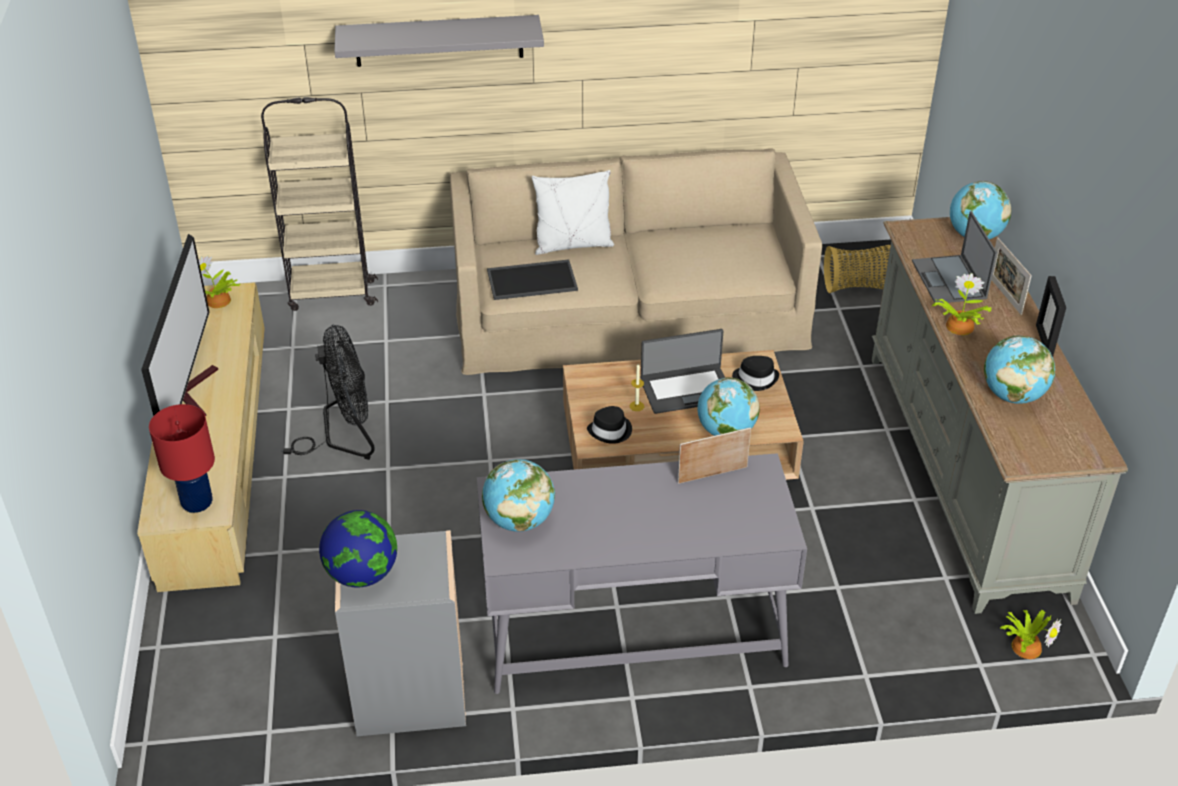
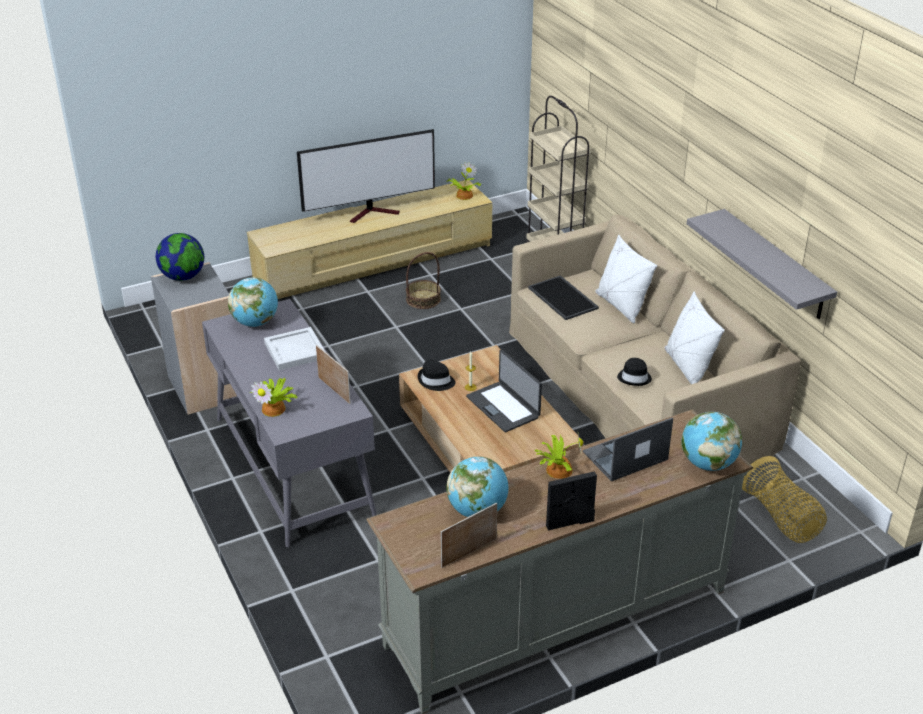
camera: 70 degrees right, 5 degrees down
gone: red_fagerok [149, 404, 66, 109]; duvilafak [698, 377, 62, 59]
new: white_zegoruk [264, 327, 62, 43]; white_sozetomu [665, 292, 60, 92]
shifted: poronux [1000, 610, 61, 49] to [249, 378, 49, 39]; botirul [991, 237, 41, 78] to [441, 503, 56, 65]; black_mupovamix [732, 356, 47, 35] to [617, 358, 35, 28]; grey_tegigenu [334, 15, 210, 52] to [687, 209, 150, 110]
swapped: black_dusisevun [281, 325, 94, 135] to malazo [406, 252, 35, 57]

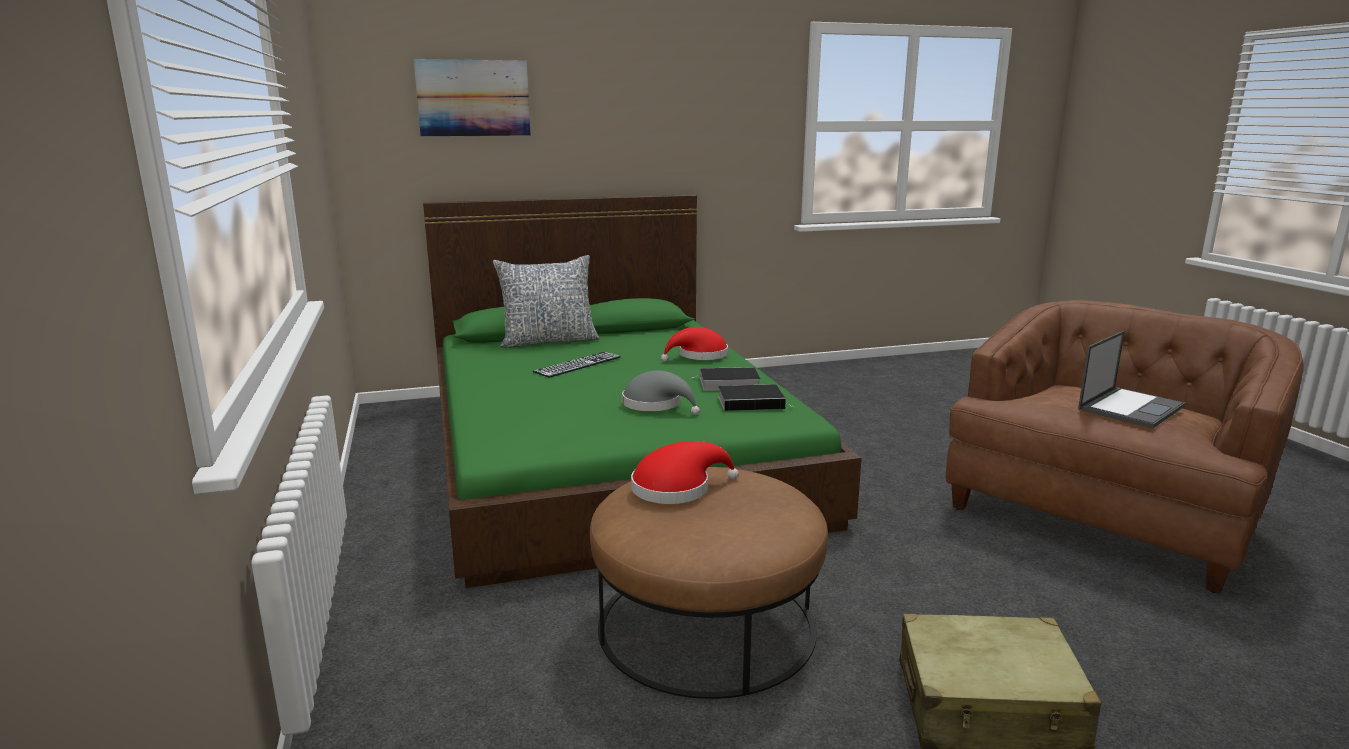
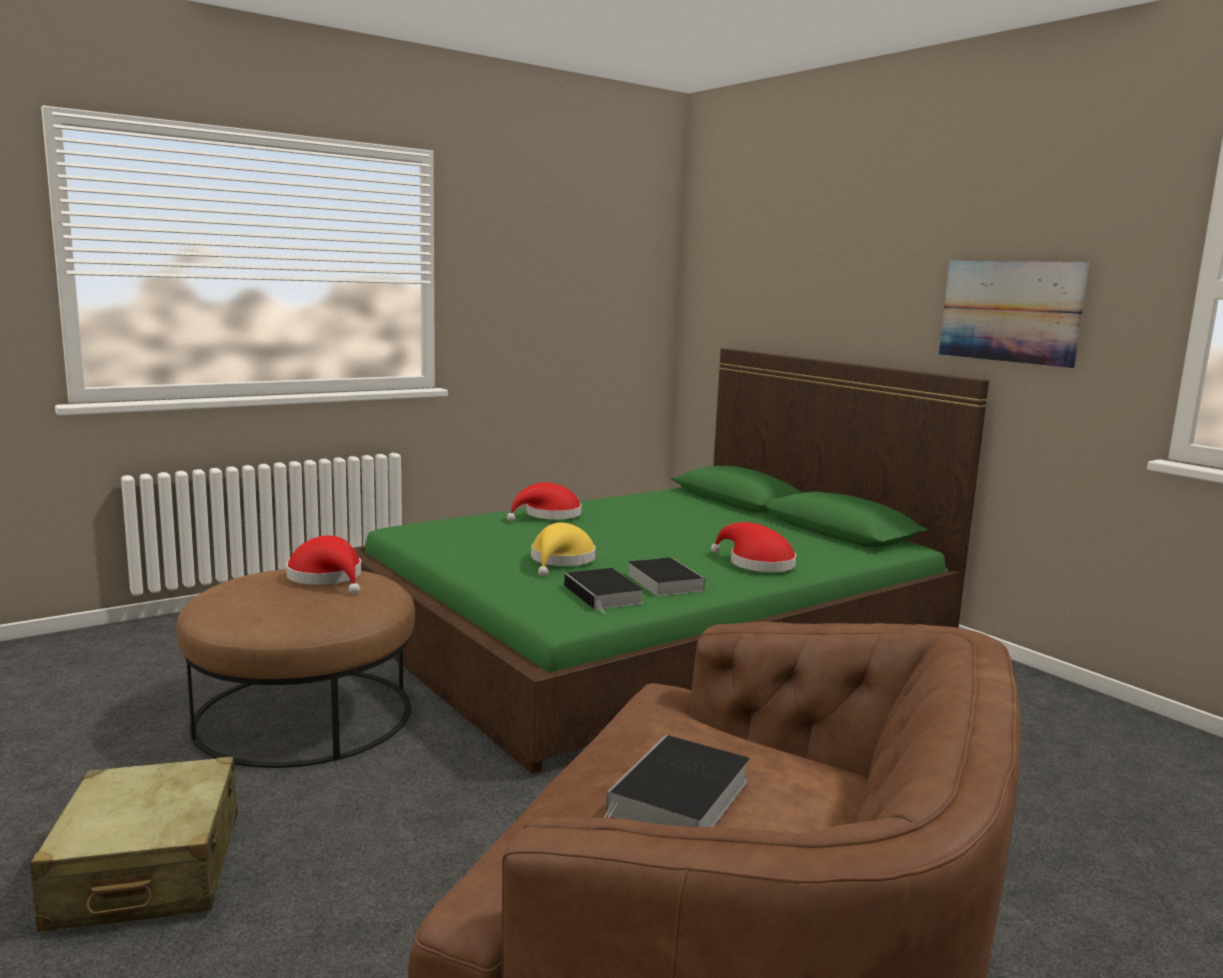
camera: 70 degrees right, 5 degrees down
gone: sozetomu [493, 255, 106, 93]; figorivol [533, 352, 88, 26]
new: red_mupovamix [507, 482, 74, 39]
shifted: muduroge [414, 59, 117, 78] to [939, 261, 150, 107]
swapped: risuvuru [1078, 331, 108, 97] to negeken [604, 735, 145, 93]
repainted: grey_mupovamix [622, 370, 78, 45] to yellow_mupovamix [531, 523, 65, 53]

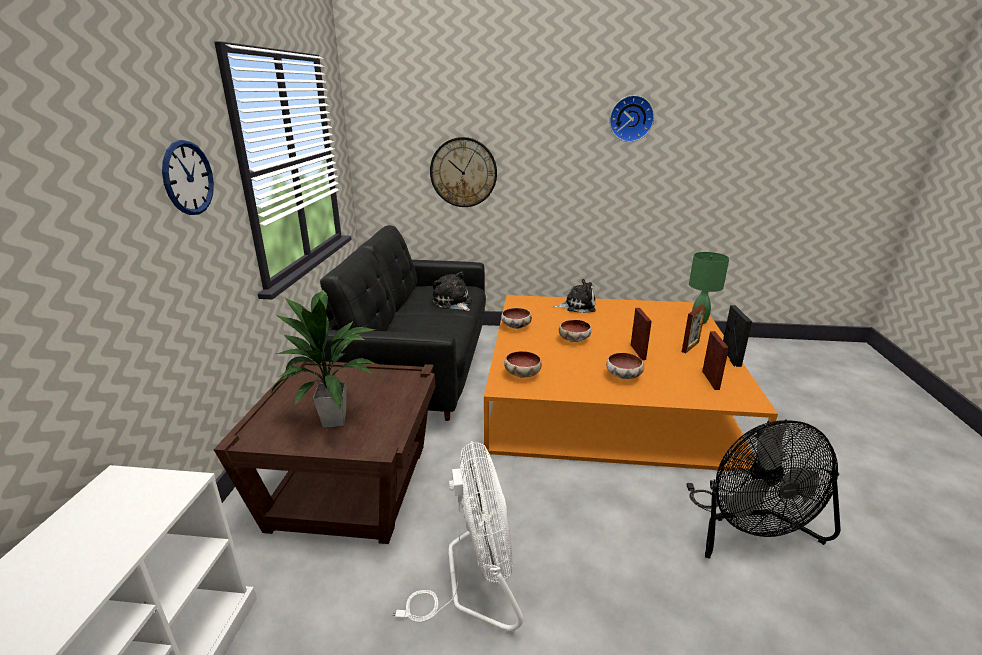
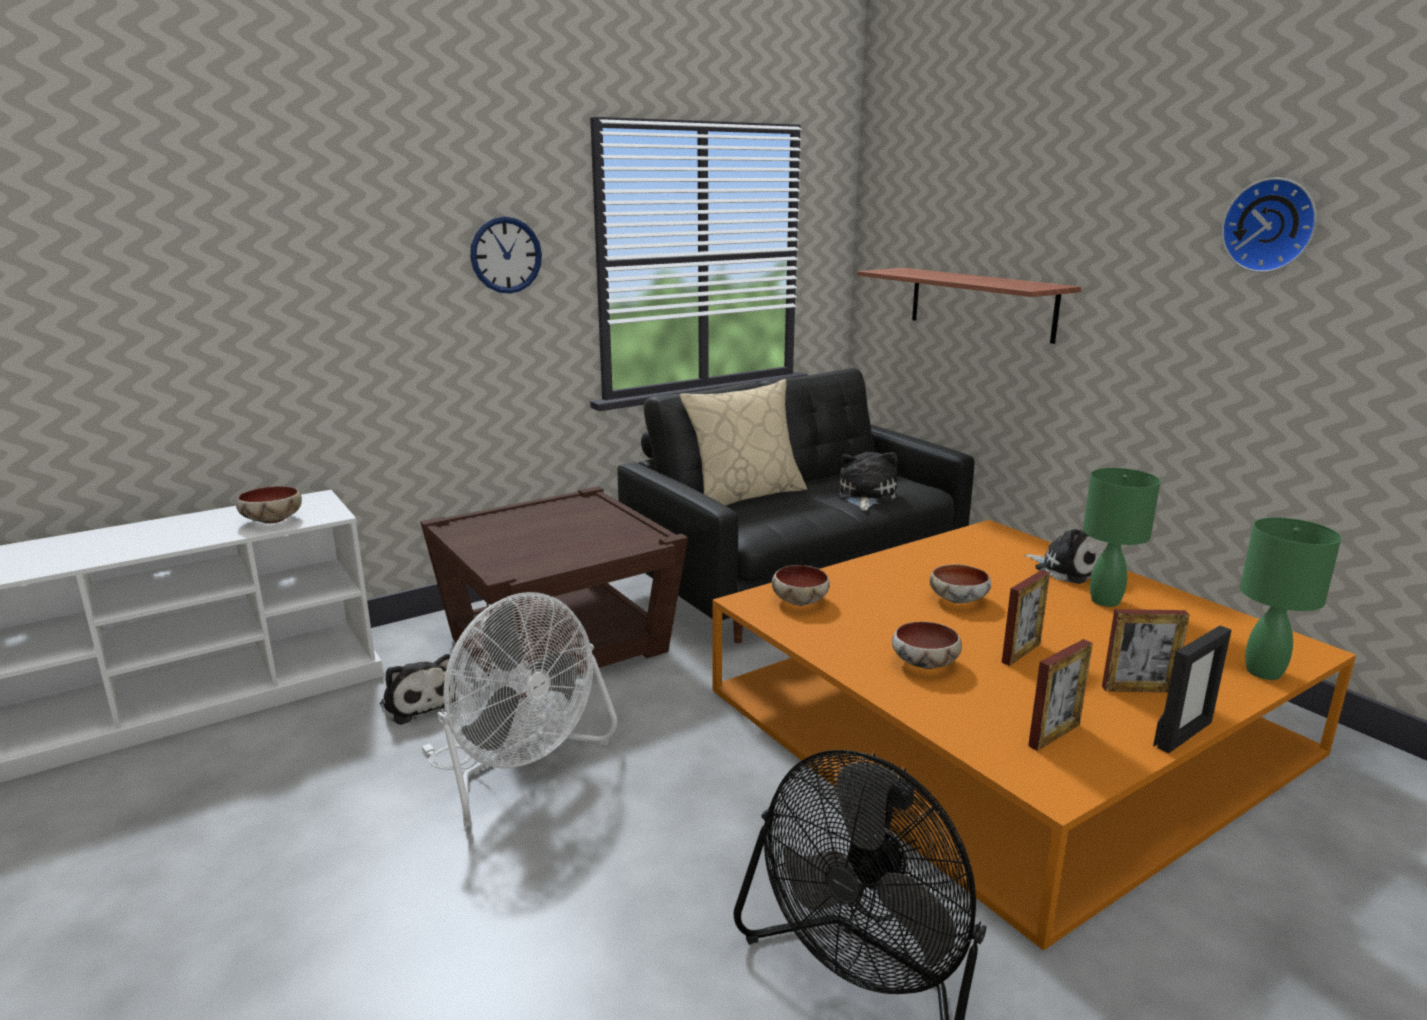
camera: 50 degrees right, 5 degrees down
gone: poronux [271, 290, 105, 137]
new: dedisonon [380, 654, 78, 71]; beige_sozetomu [680, 379, 127, 127]; green_fagerok [1083, 468, 77, 139]
shifted: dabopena [501, 308, 31, 21] to [236, 486, 66, 38]
swapped: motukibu [430, 137, 67, 70] to tegigenu [857, 268, 224, 76]

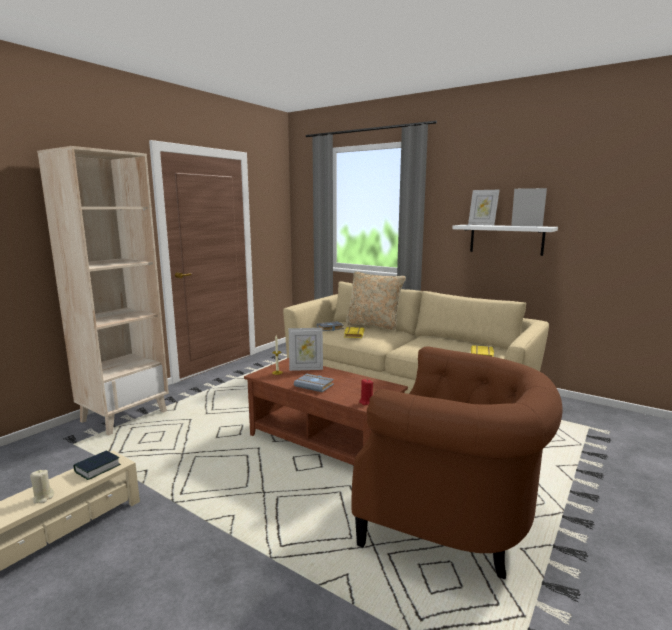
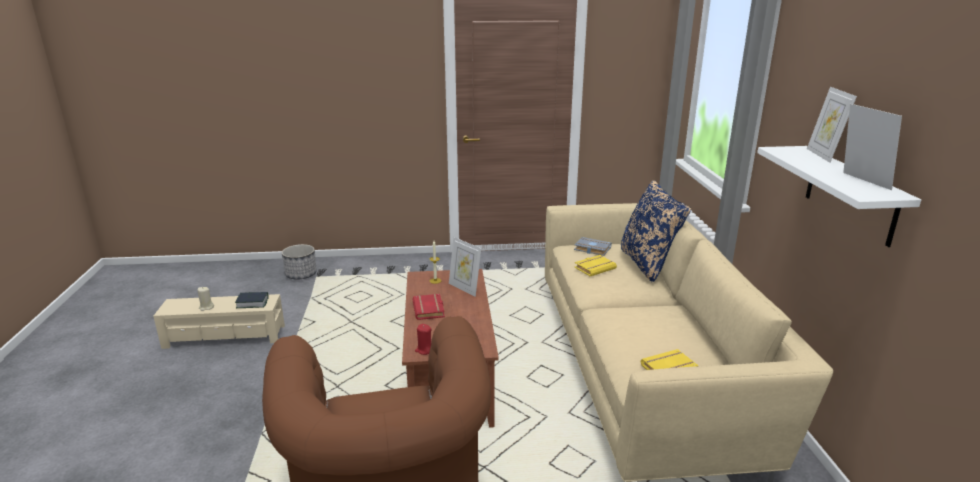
camera: 50 degrees right, 10 degrees up
gone: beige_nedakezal [37, 146, 132, 290]
new: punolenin [282, 244, 35, 36]
repainted: grey_negeken [294, 374, 40, 18] to red_negeken [412, 294, 33, 26]; beige_sozetomu [346, 271, 60, 59] to blue_sozetomu [621, 181, 70, 101]

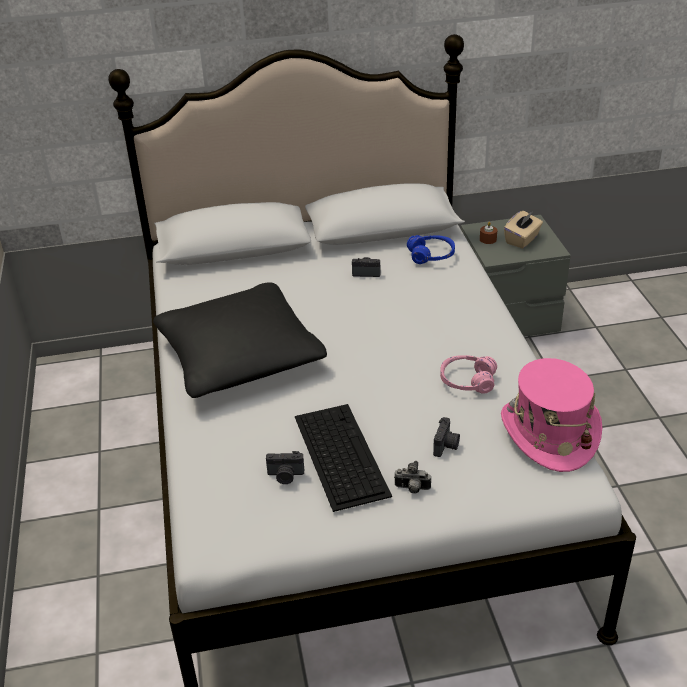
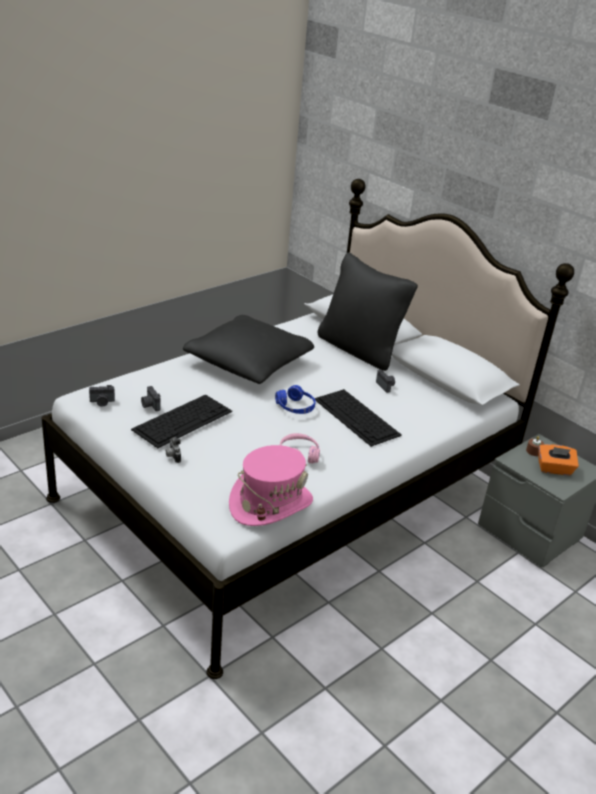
camera: 55 degrees right, 5 degrees down
new: figorivol [315, 389, 87, 58]; black_sozetomu [318, 253, 100, 118]
shifted: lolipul [433, 417, 27, 40] to [89, 385, 26, 22]; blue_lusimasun [407, 235, 48, 29] to [275, 385, 41, 29]
repainted: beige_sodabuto [504, 211, 39, 38] to orange_sodabuto [539, 444, 40, 32]

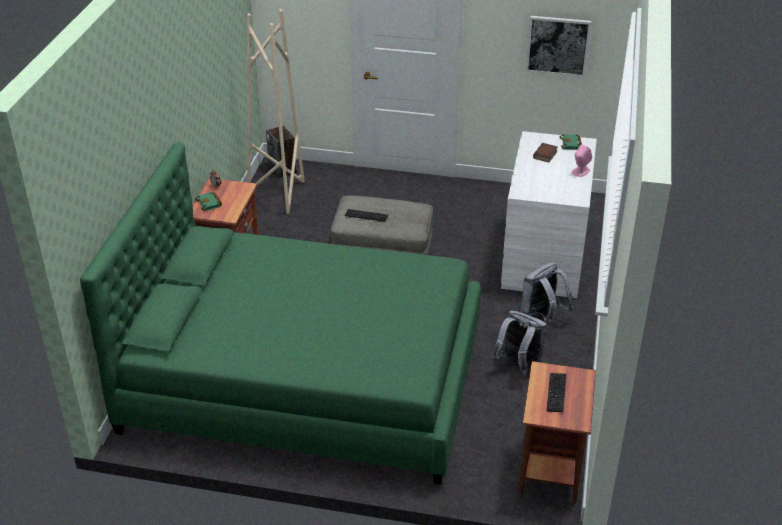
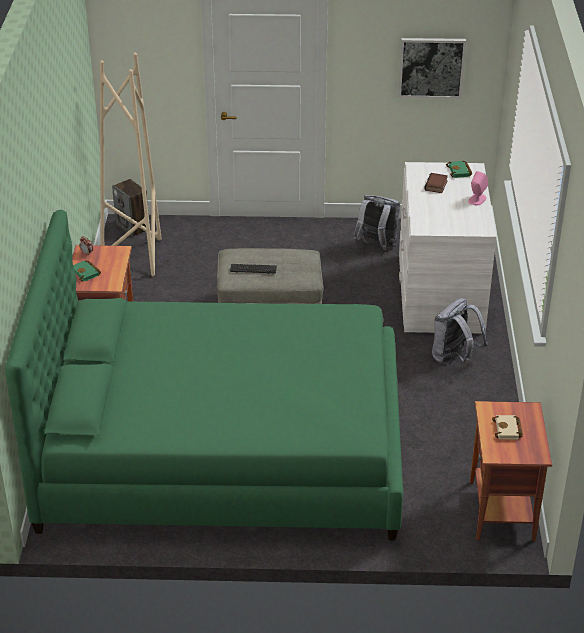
camera: 10 degrees left, 0 degrees up
shifted: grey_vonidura [491, 310, 57, 66] to [353, 195, 47, 55]
swapped: figorivol [546, 373, 21, 39] to beige_negeken [492, 415, 31, 24]

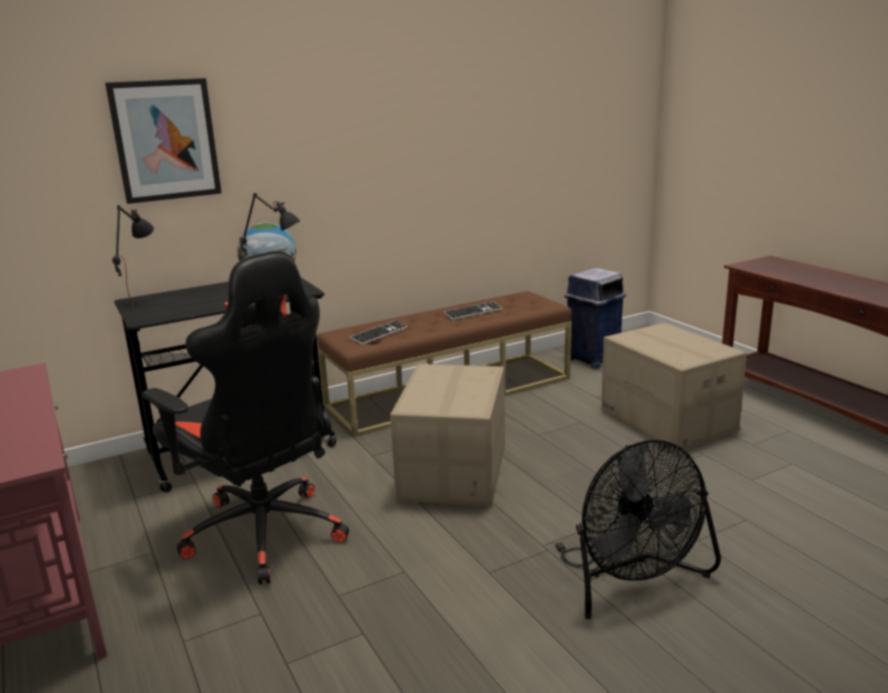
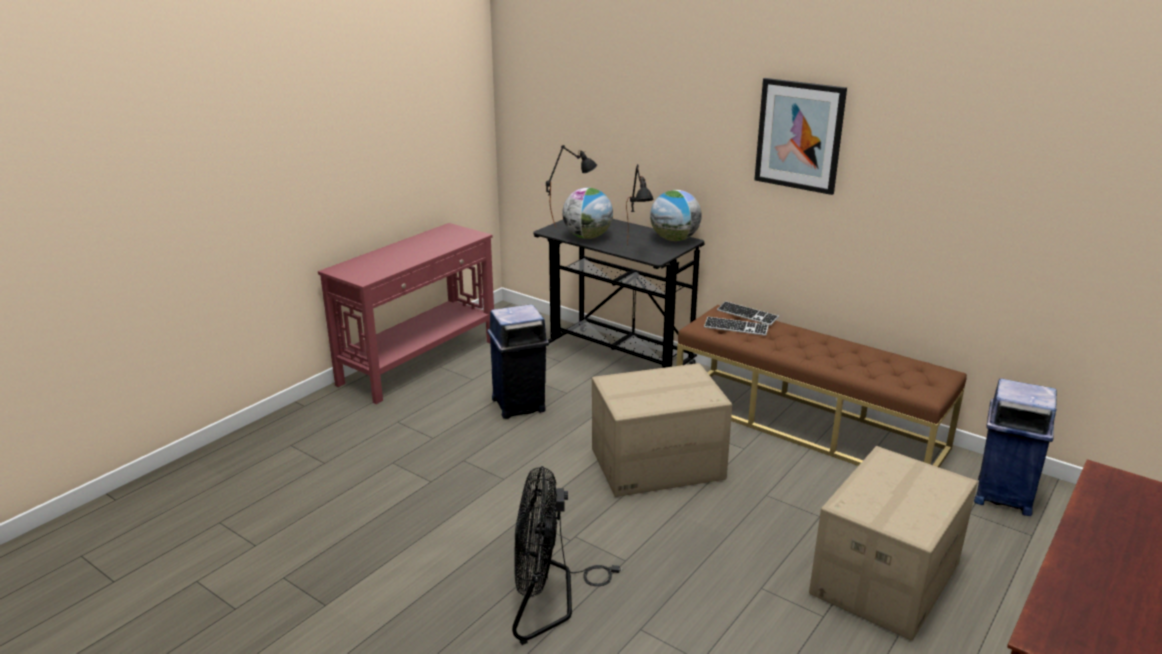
camera: 65 degrees right, 5 degrees up
new: duvilafak [562, 188, 51, 51]
shifted: figorivol [444, 301, 59, 19] to [717, 301, 62, 24]; muduroge [105, 78, 117, 126] to [754, 78, 93, 117]
swapped: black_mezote [143, 251, 206, 333] to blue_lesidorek [487, 304, 62, 115]
rotated: black_dusisevun [556, 440, 165, 179] = [512, 466, 111, 179] 45 degrees clockwise

